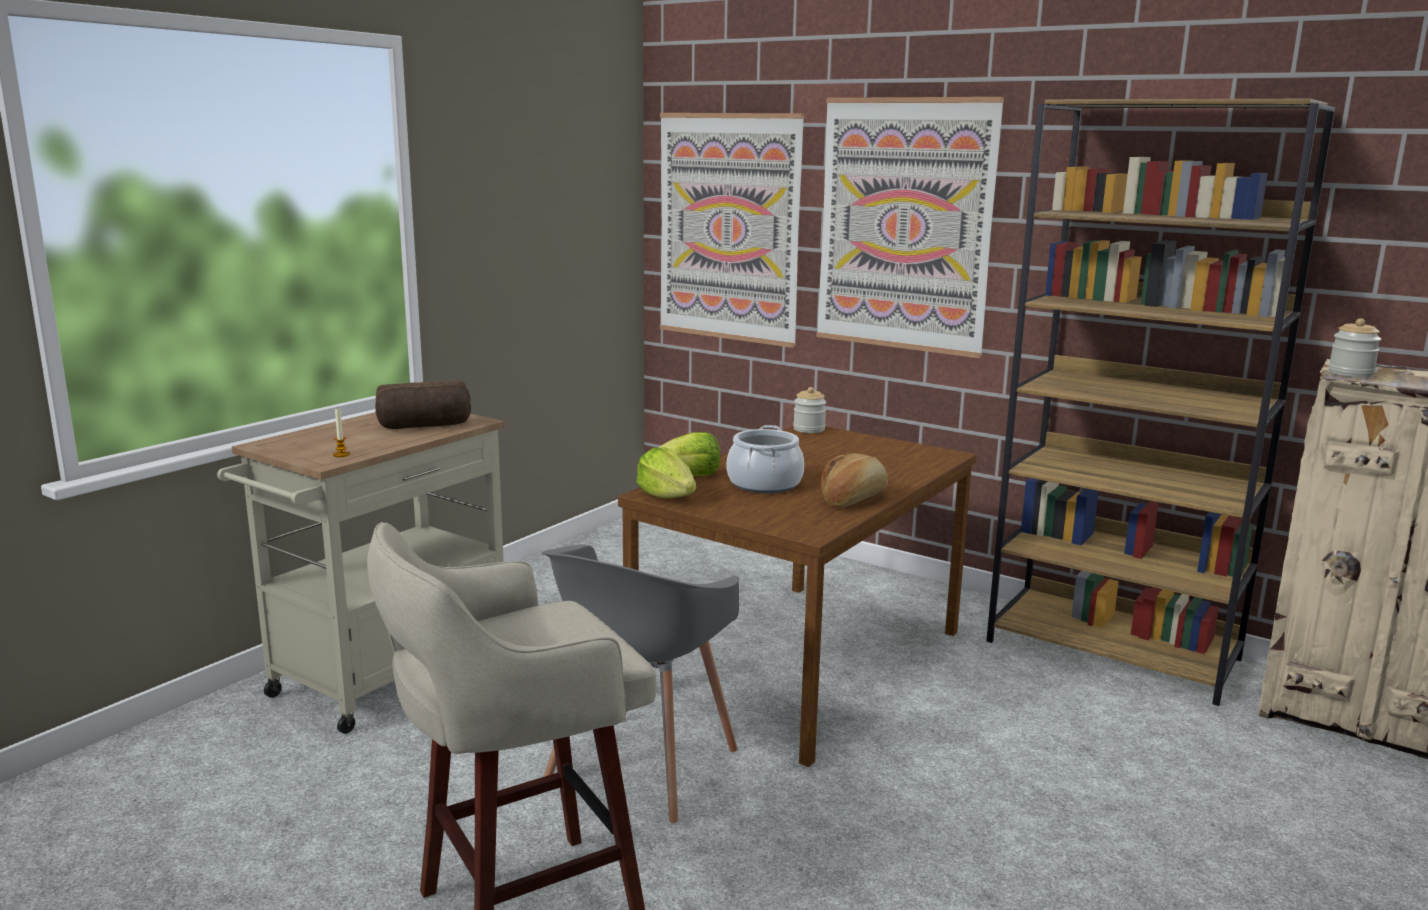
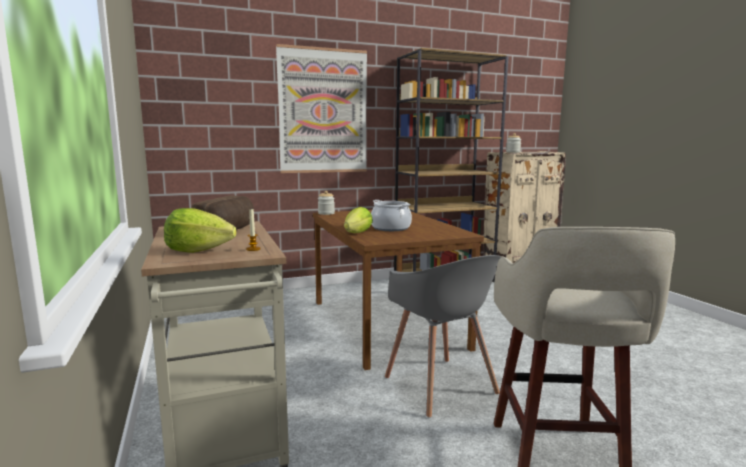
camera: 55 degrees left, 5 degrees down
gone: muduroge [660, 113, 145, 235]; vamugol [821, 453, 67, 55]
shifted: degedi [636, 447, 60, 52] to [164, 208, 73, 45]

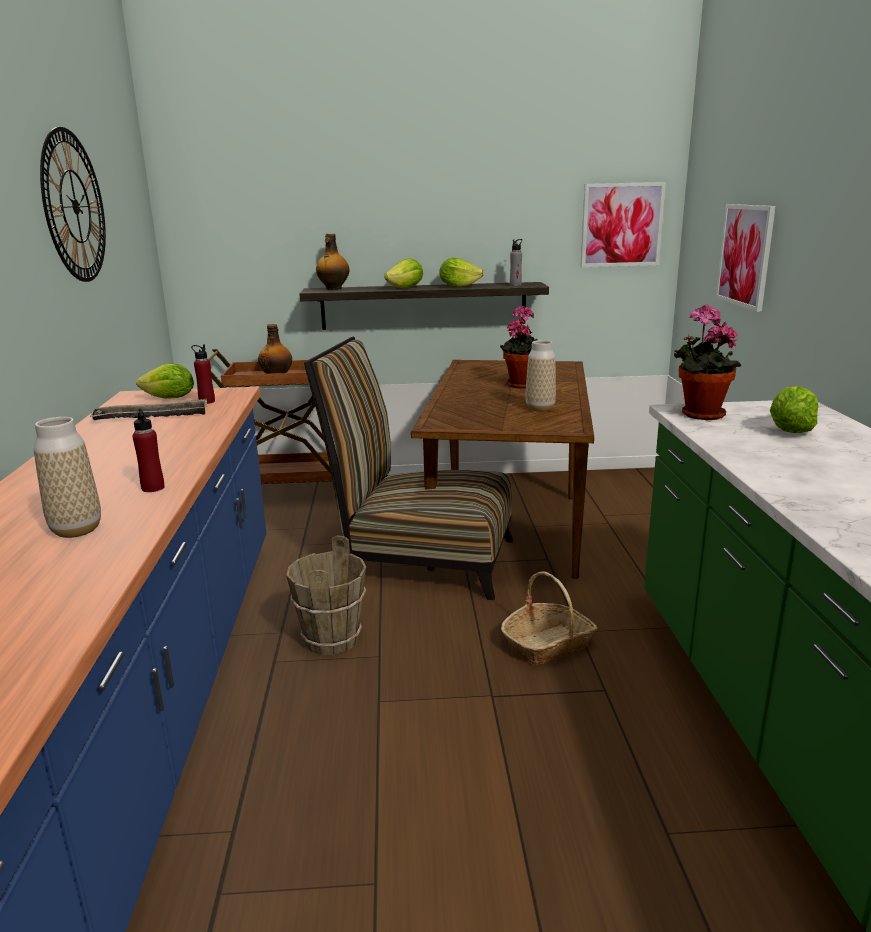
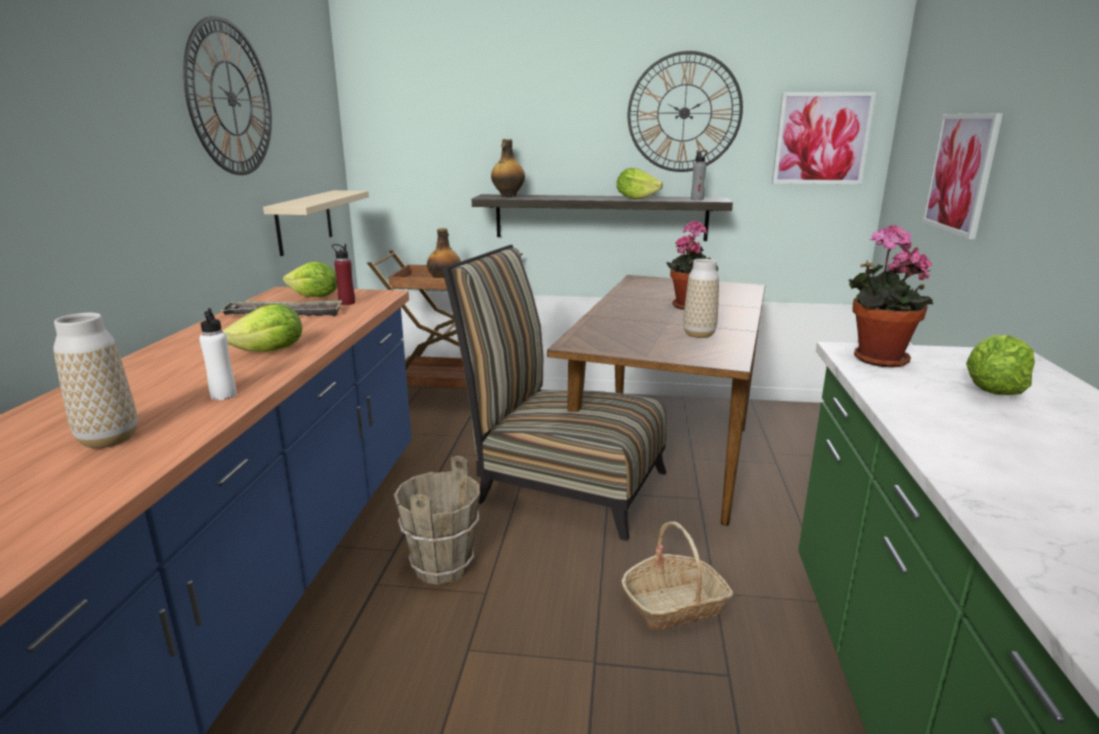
camera: 10 degrees right, 0 degrees up
new: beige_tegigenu [263, 190, 106, 66]; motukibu [628, 51, 115, 121]
shifted: degedi [384, 258, 39, 30] to [223, 304, 79, 48]
repainted: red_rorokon [133, 409, 31, 83] to white_rorokon [199, 308, 38, 92]

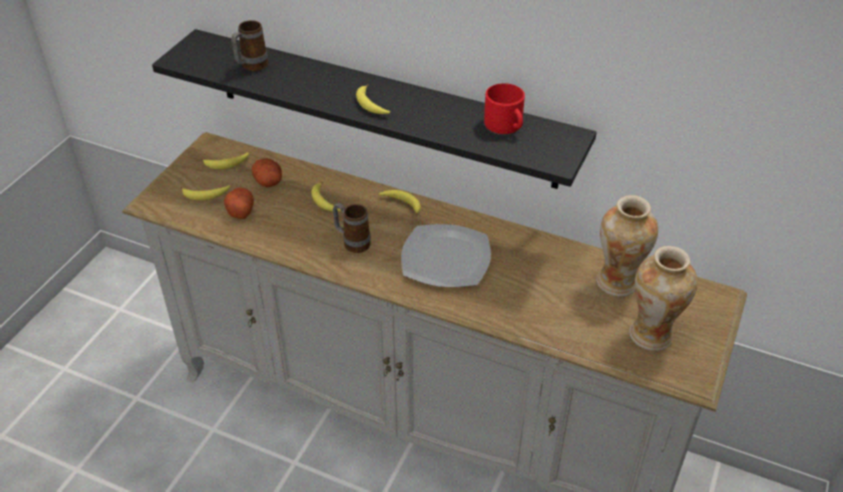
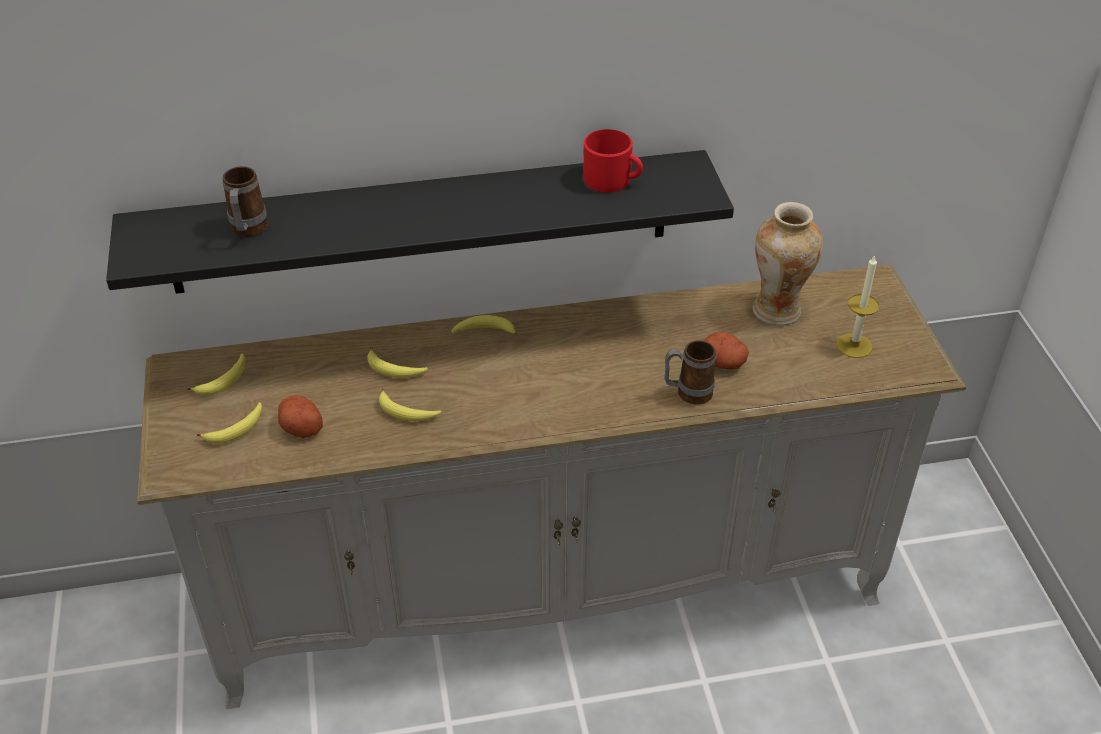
camera: 35 degrees left, 0 degrees up
gone: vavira [401, 224, 90, 63]
shifted: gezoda [356, 84, 34, 30] to [379, 388, 62, 33]; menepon [333, 203, 38, 50] to [664, 340, 52, 65]; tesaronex [252, 158, 30, 29] to [704, 332, 45, 38]
swapped: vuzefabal [629, 246, 69, 105] to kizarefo [836, 254, 43, 104]

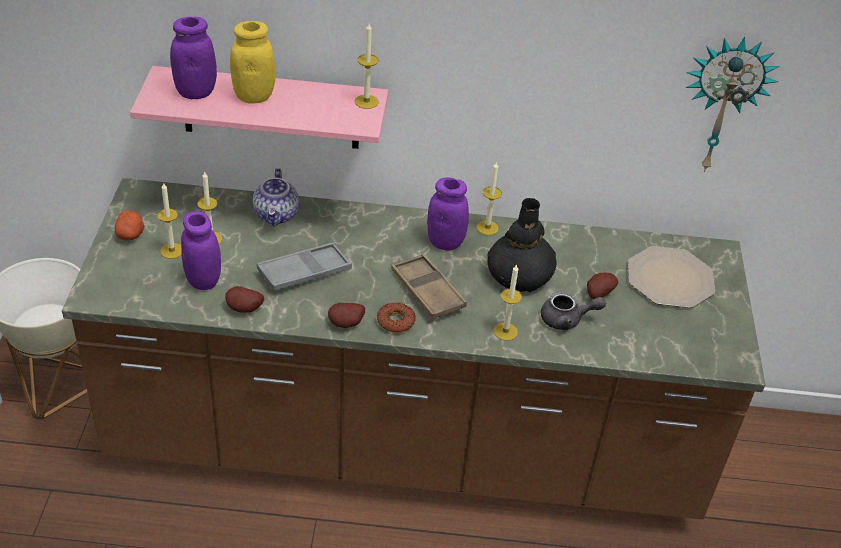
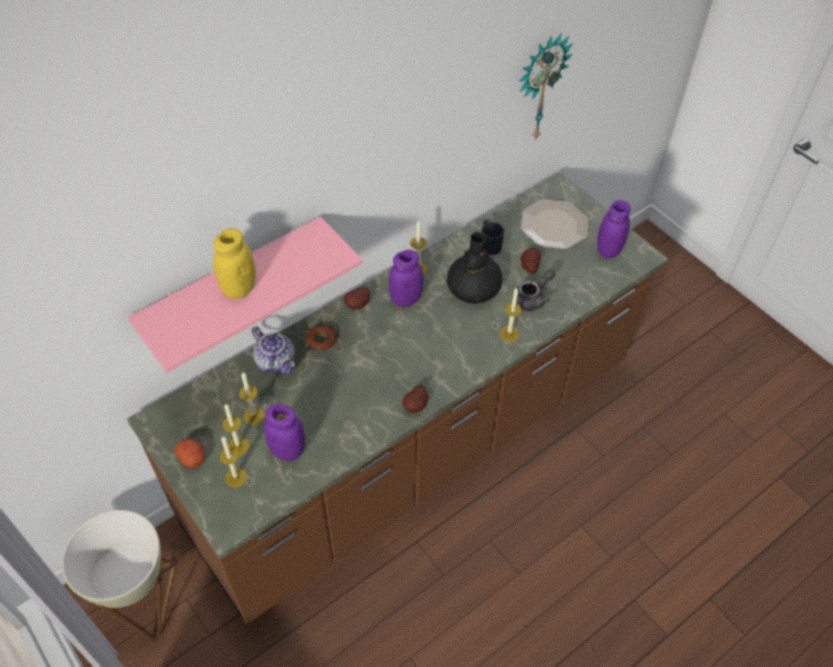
camera: 40 degrees left, 10 degrees up
gone: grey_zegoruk [257, 242, 95, 49]; brown_zegoruk [391, 254, 76, 65]
new: black_menepon [481, 220, 23, 35]
shifted: kizarefo [355, 24, 24, 85] to [219, 437, 28, 51]; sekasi [377, 302, 39, 31] to [305, 325, 32, 26]; tesaronex [226, 286, 38, 27] to [344, 287, 26, 23]; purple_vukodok [170, 17, 47, 82] to [597, 200, 34, 58]

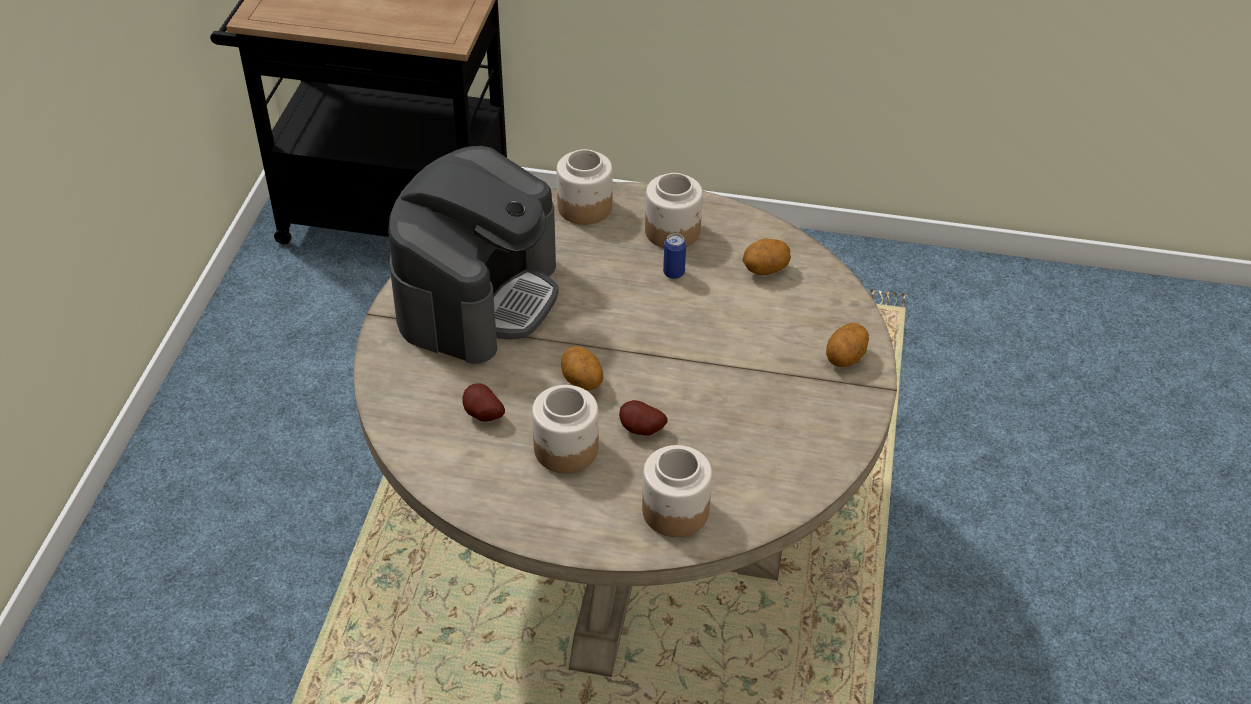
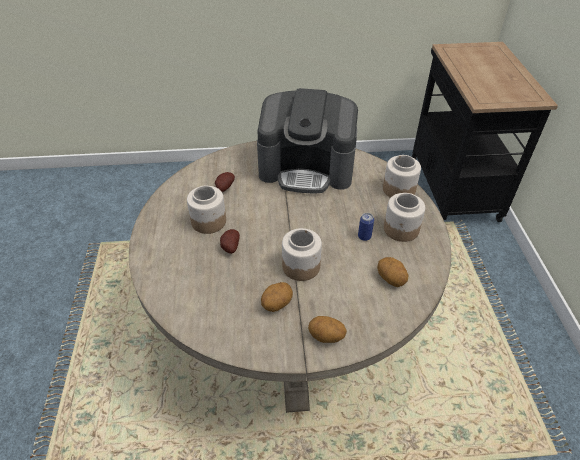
camera: 75 degrees right, 0 degrees up
shifted: tesaronex [561, 346, 42, 44] to [261, 282, 32, 30]; vukodok [642, 445, 70, 92] to [282, 228, 40, 53]

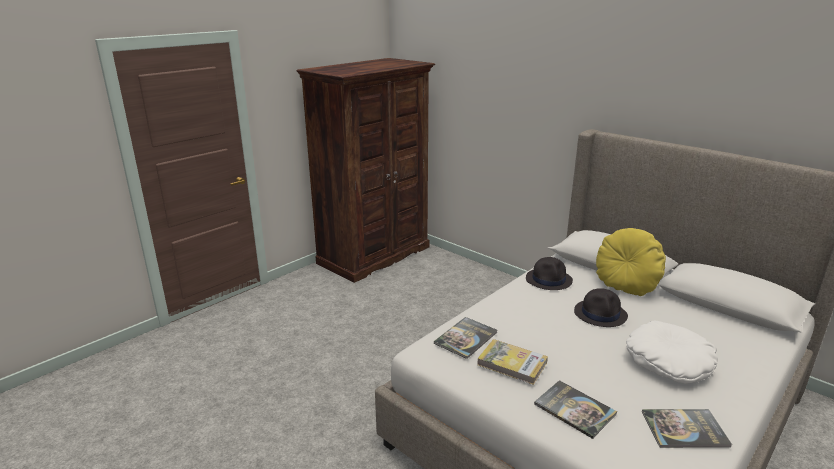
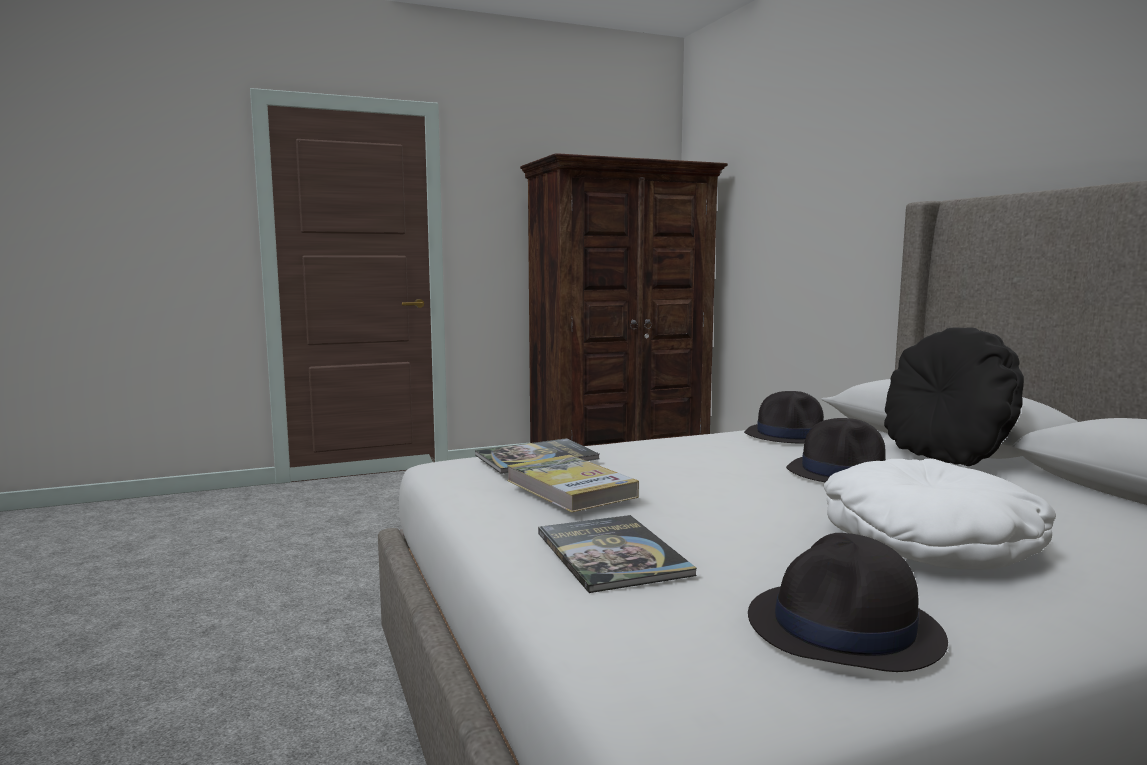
camera: 25 degrees right, 15 degrees down
swapped: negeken [642, 409, 90, 39] to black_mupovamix [748, 533, 200, 139]
repainted: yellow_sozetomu [596, 228, 70, 68] to black_sozetomu [884, 327, 140, 139]

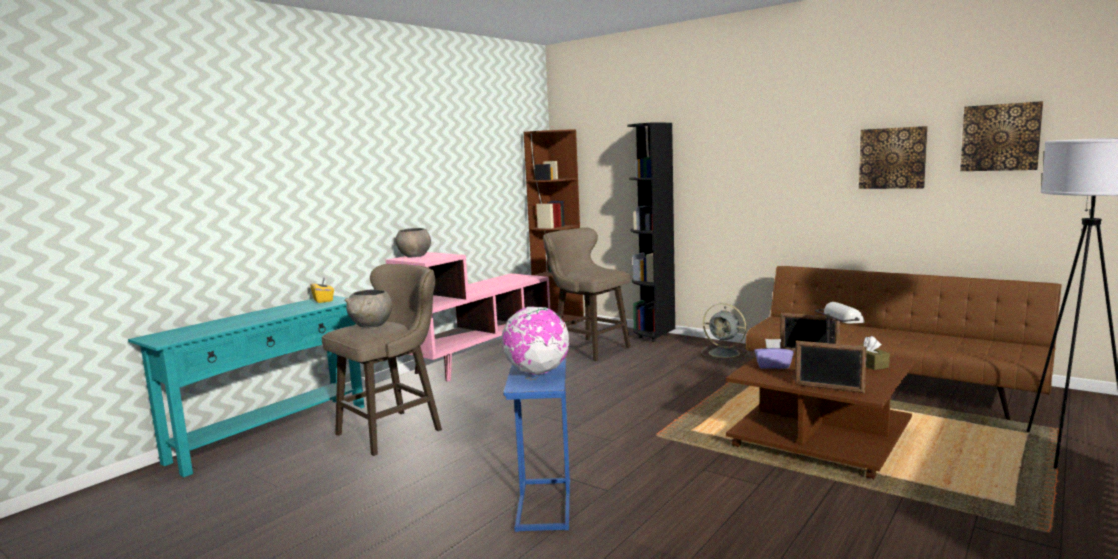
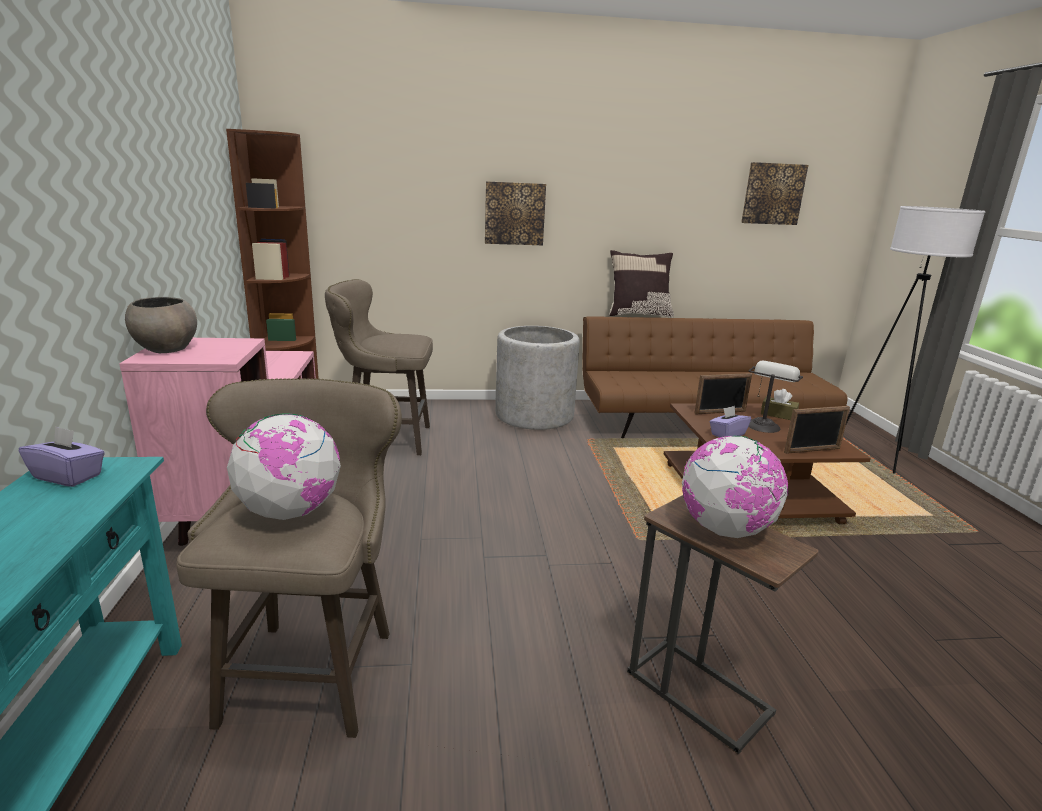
camera: 45 degrees left, 10 degrees up
gone: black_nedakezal [627, 122, 48, 220]
new: sozetomu [609, 250, 65, 68]
shifted: muduroge [859, 126, 69, 63] to [485, 181, 61, 64]
swapped: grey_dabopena [344, 289, 48, 39] to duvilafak [227, 413, 114, 107]; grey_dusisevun [702, 303, 47, 57] to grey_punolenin [495, 326, 85, 104]
repainted: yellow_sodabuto [310, 278, 24, 25] to purple_sodabuto [19, 426, 86, 61]; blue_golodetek [503, 358, 67, 174] to brown_golodetek [627, 495, 191, 259]

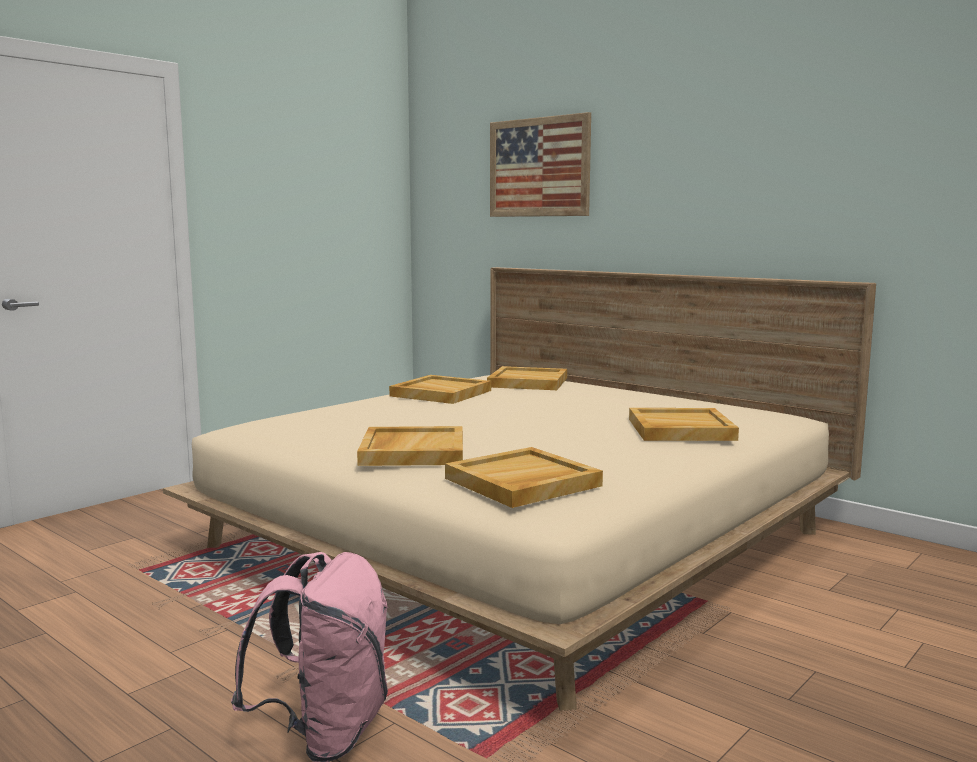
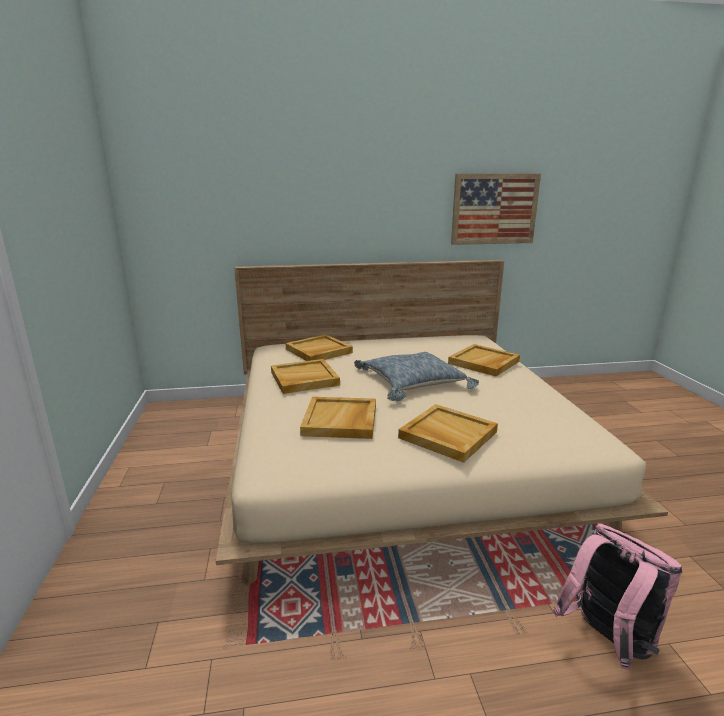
camera: 50 degrees left, 10 degrees up
new: sozetomu [354, 352, 125, 49]
shifted: beige_zegoruk [445, 447, 158, 61] to [300, 397, 76, 42]; muduroge [490, 112, 101, 105] to [451, 173, 90, 72]

